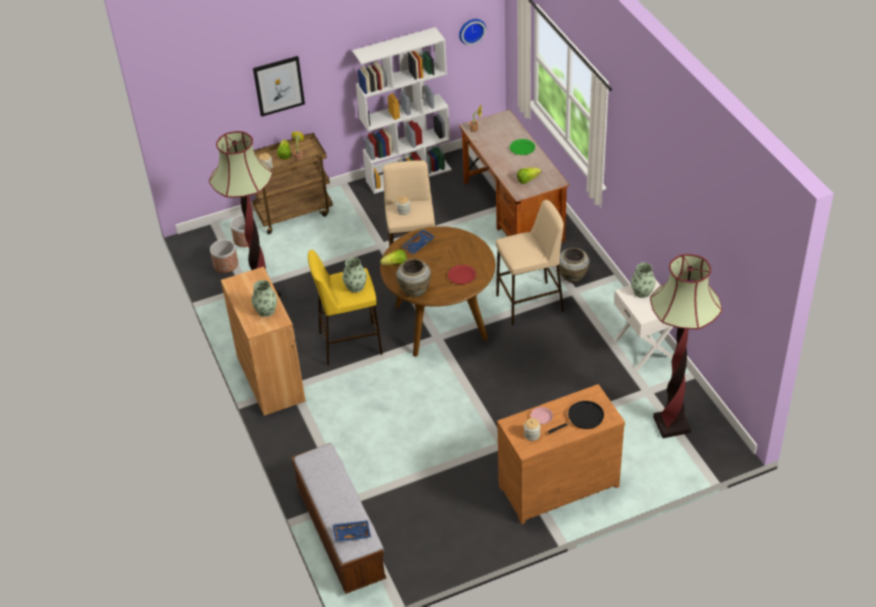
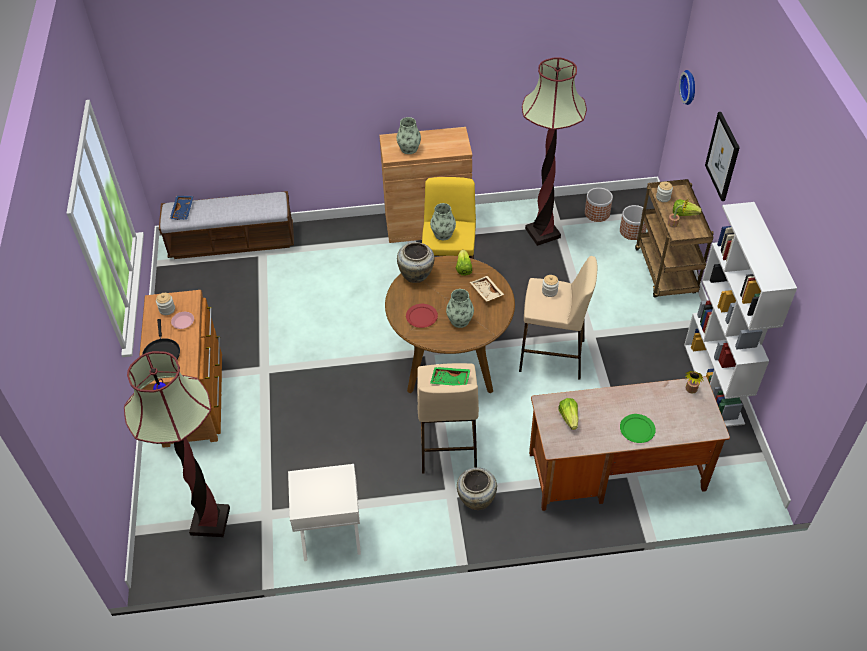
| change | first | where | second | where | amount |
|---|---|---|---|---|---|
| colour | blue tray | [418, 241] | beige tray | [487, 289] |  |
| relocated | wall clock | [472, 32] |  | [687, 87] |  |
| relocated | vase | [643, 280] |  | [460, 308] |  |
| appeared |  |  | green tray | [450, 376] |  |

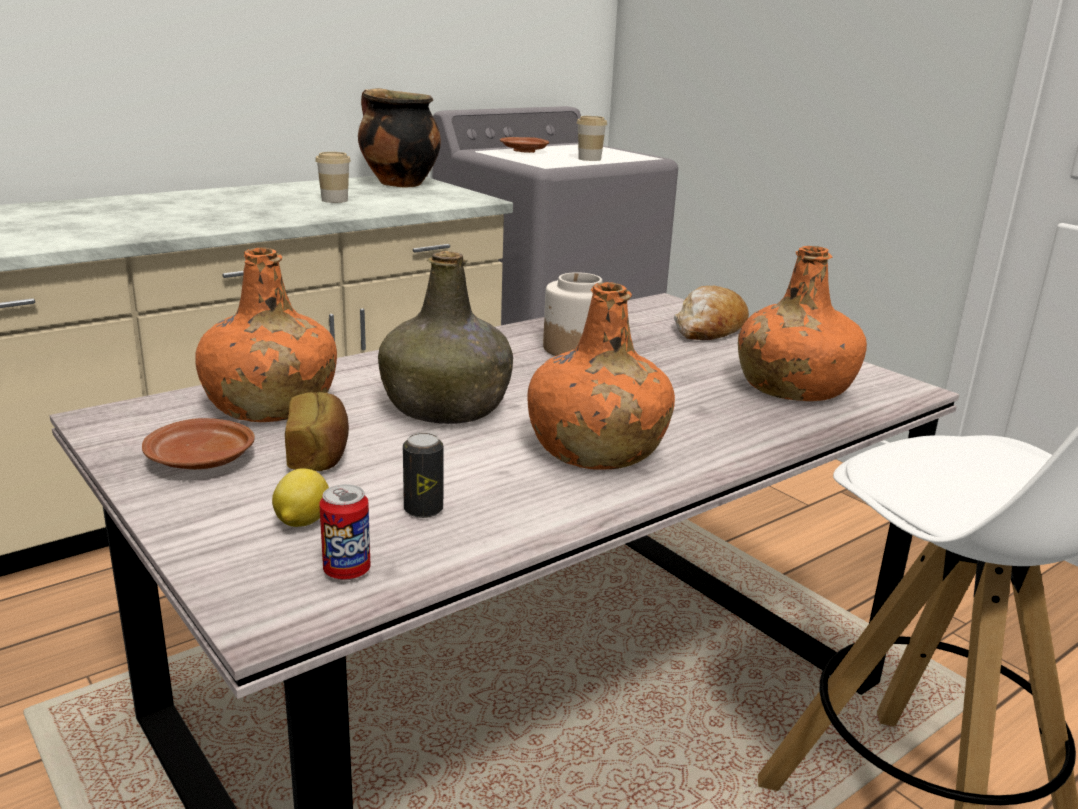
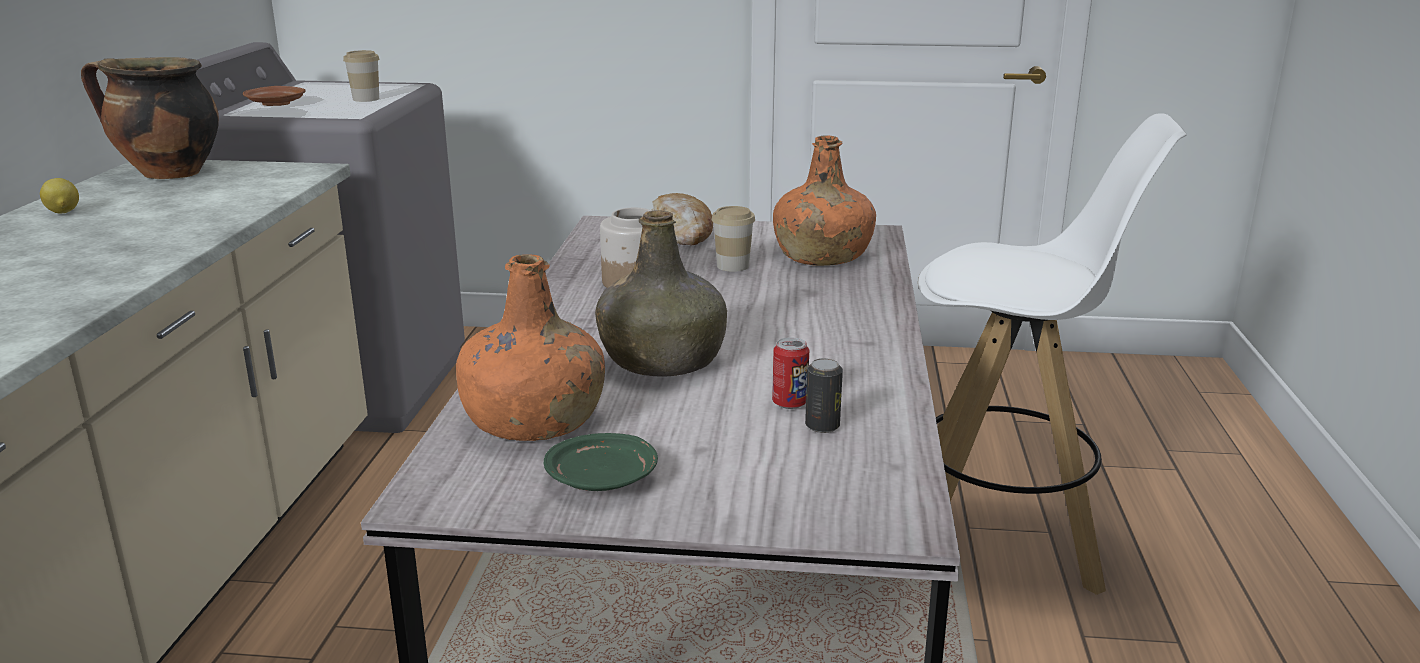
| change | first | where | second | where | amount |
|---|---|---|---|---|---|
| colour | brown plate | [198, 443] | green plate | [601, 462] |  |
| relocated | lemon | [300, 497] |  | [59, 196] |  |
| missing | bread | [317, 431] |  |  |  |
| relocated | cup | [333, 177] |  | [733, 239] |  |
| relocated | can | [345, 532] |  | [790, 373] |  |
| missing | orange bottle | [601, 376] |  |  |  |

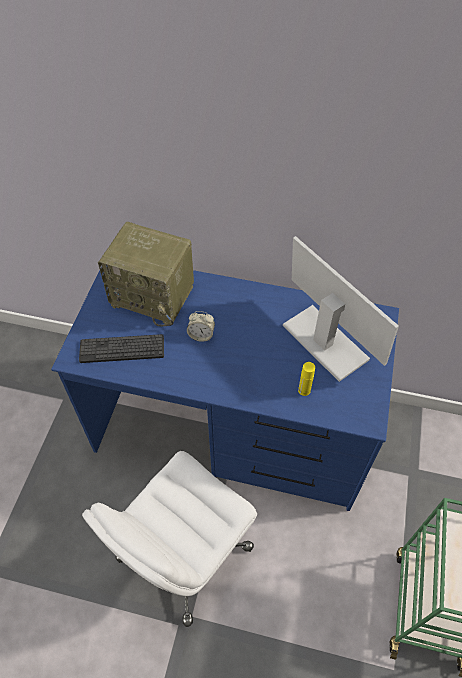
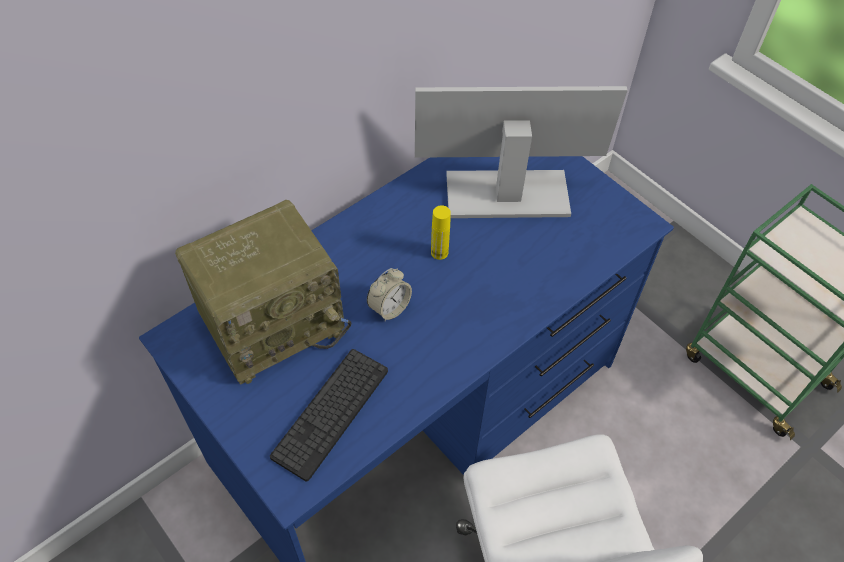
| change | first | where | second | where | amount |
|---|---|---|---|---|---|
| relocated | yellow bottle | [306, 379] |  | [441, 232] |  |

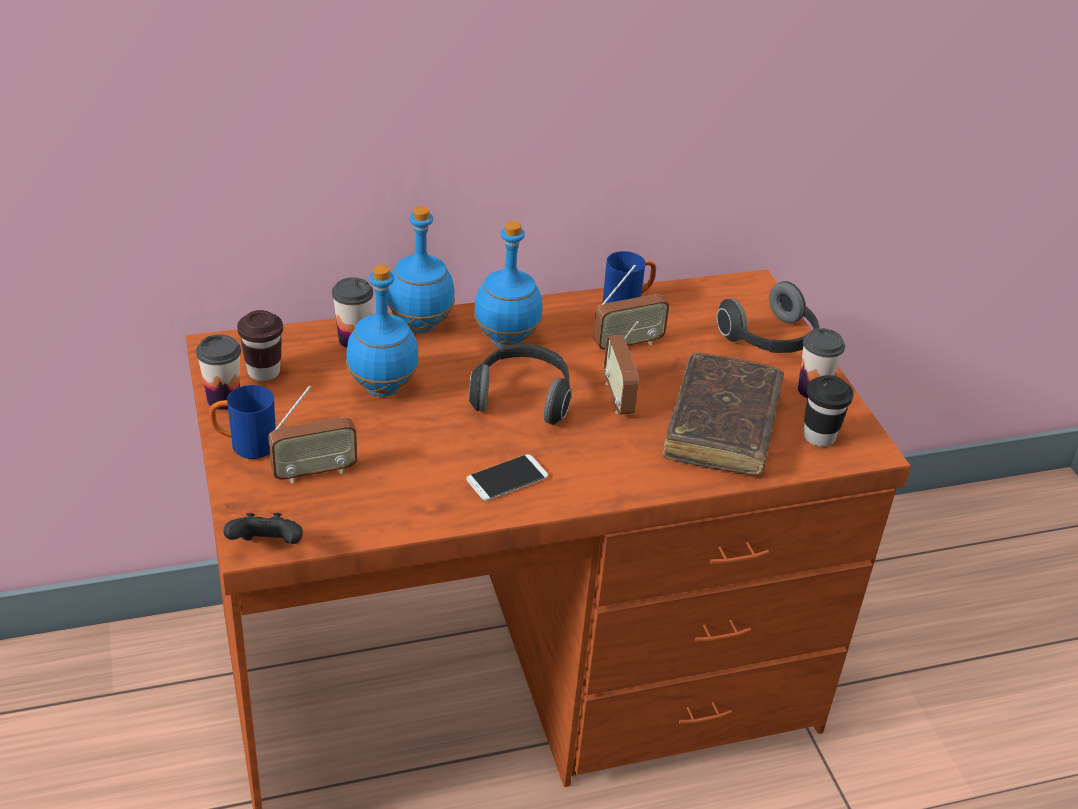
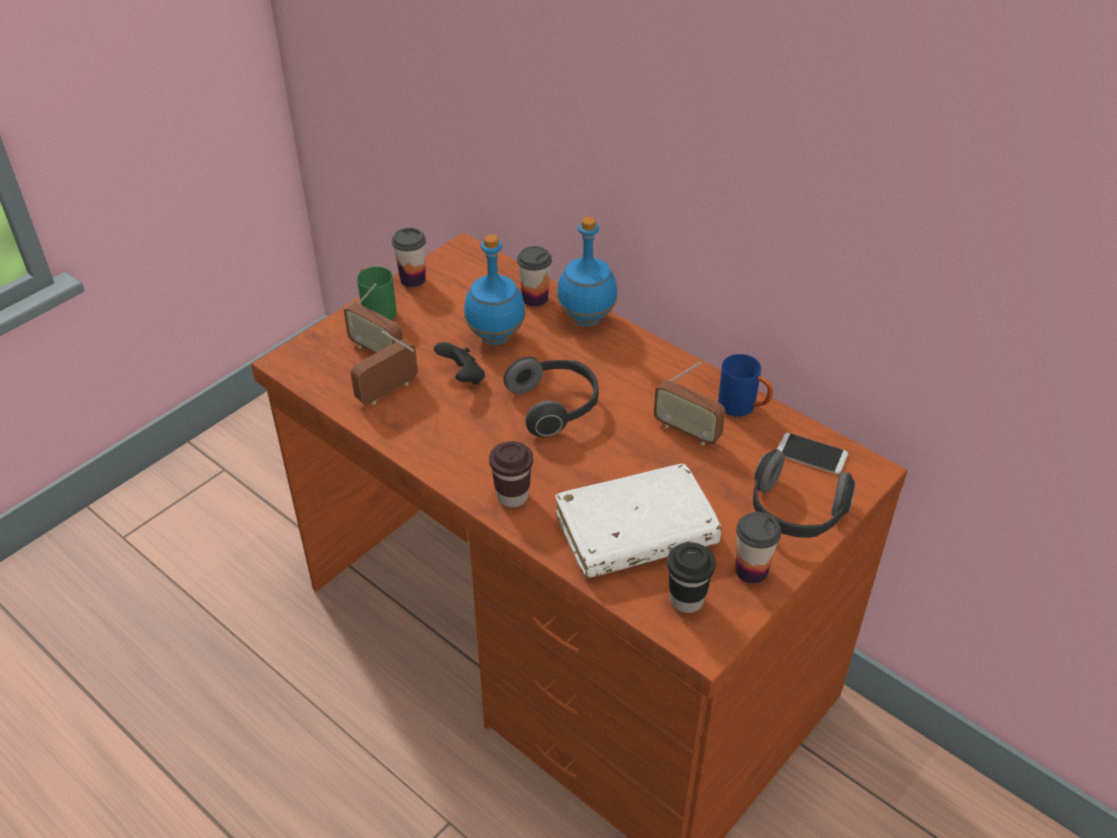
| change | first | where | second | where | amount |
|---|---|---|---|---|---|
| colour | blue mug | [242, 422] | green mug | [377, 293] |  |
| relocated | black game controller | [263, 528] |  | [459, 363] |  |
| relocated | brown cup | [260, 345] |  | [511, 474] |  |
| relocated | phone | [507, 477] |  | [812, 453] |  |
| missing | blue bottle | [508, 284] |  |  |  |
| relocated | radio | [621, 367] |  | [384, 368] |  |
| colour | brown book | [723, 413] | white book | [638, 521] |  |

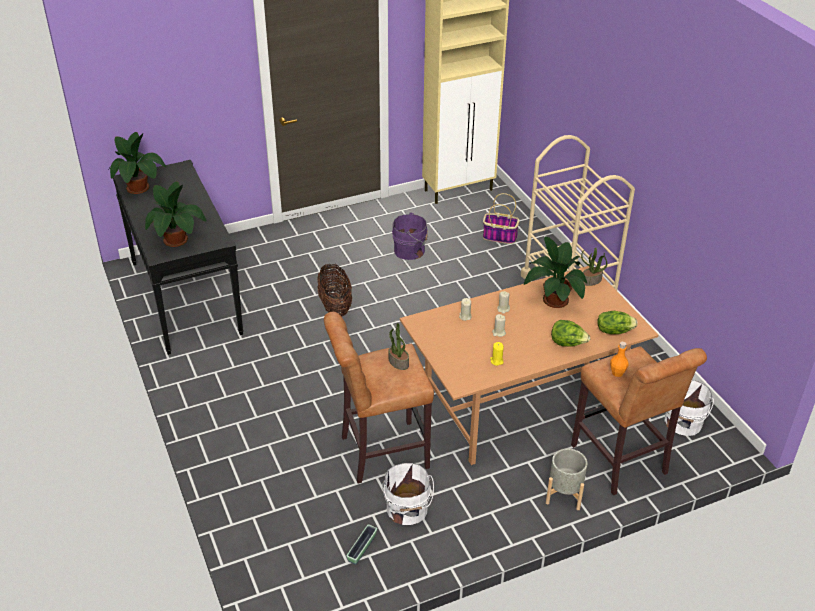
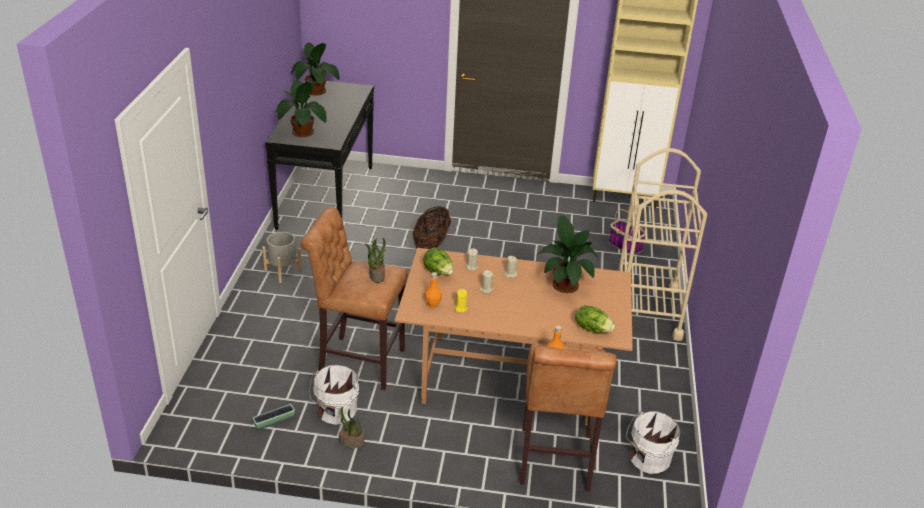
| change | first | where | second | where | amount |
|---|---|---|---|---|---|
| missing | purple bucket | [410, 236] |  |  |  |
| relocated | grey planter | [567, 479] |  | [282, 257] |  |
| relocated | lettuce | [570, 333] |  | [438, 261] |  |
| relocated | potted plant | [594, 267] |  | [351, 427] |  |
| appeared |  |  | orange bottle | [433, 290] |  |

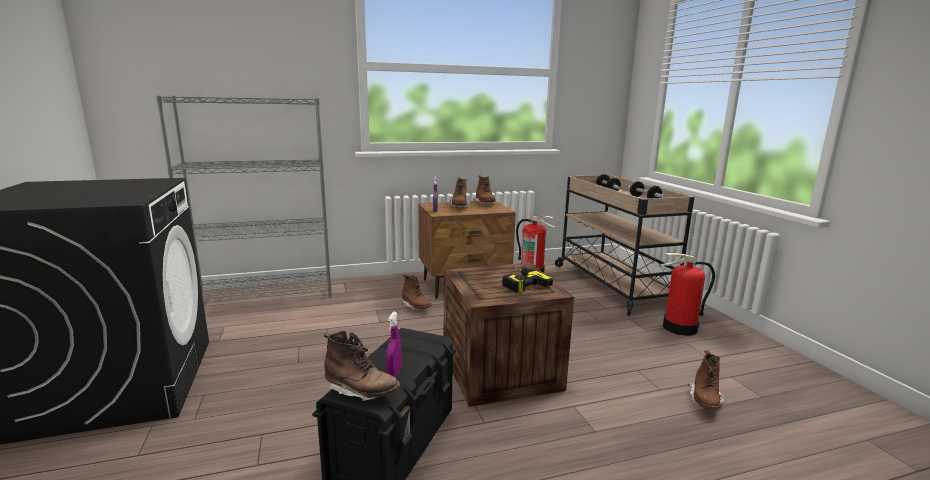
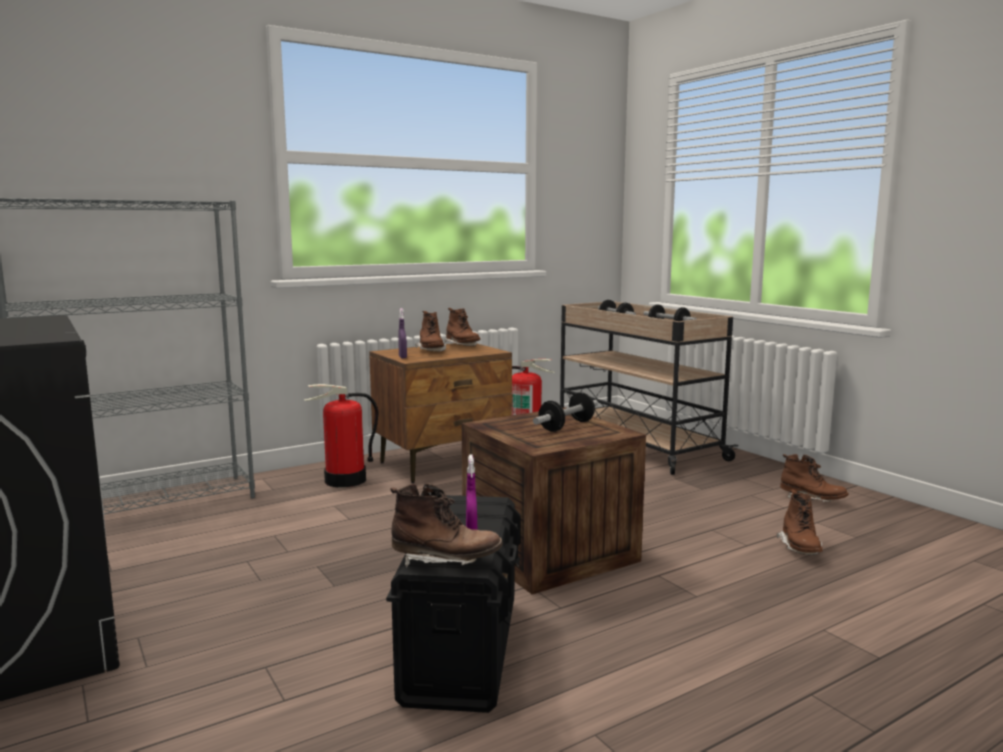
| change | first | where | second | where | amount |
|---|---|---|---|---|---|
| relocated | brown boot | [416, 292] |  | [814, 478] |  |
| exchanged | power drill | [527, 278] | dumbbell | [565, 412] |  |
| relocated | fire extinguisher | [688, 294] |  | [341, 436] |  |

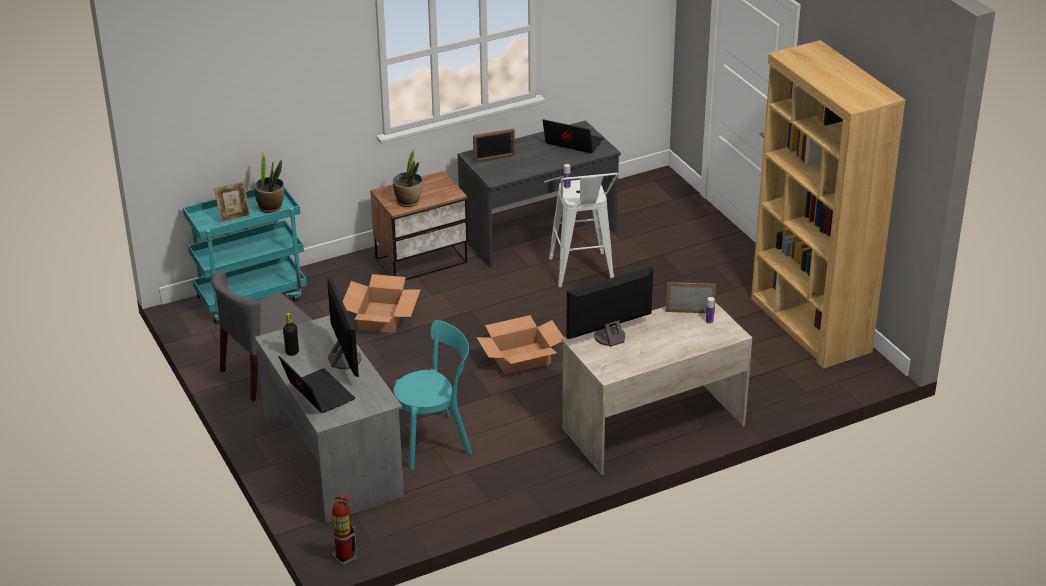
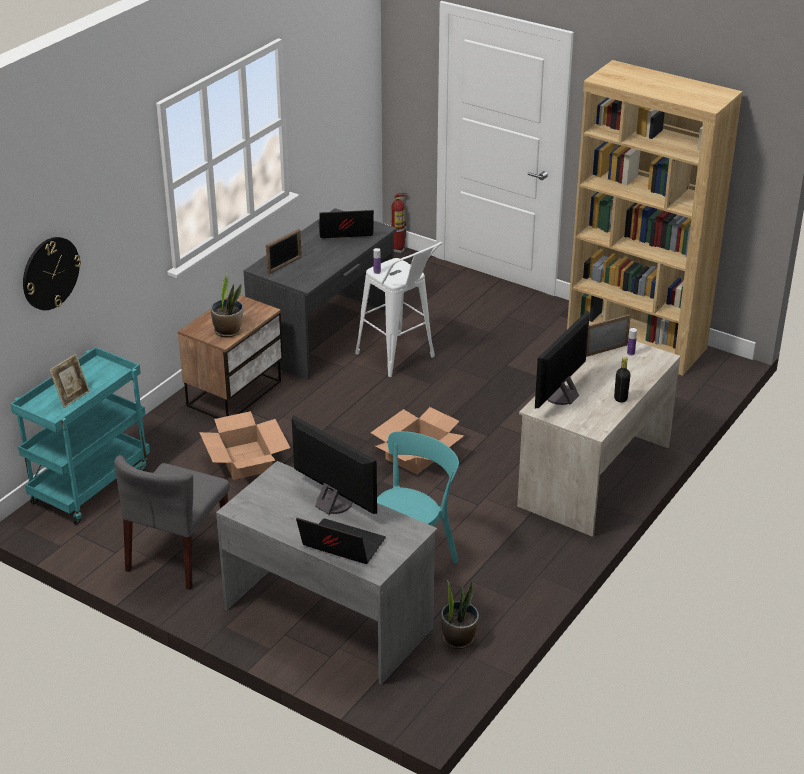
| change | first | where | second | where | amount |
|---|---|---|---|---|---|
| relocated | potted plant | [269, 183] |  | [460, 614] |  |
| relocated | black bottle | [291, 334] |  | [622, 380] |  |
| relocated | fire extinguisher | [344, 529] |  | [399, 223] |  |
| appeared |  |  | wall clock | [52, 273] |  |

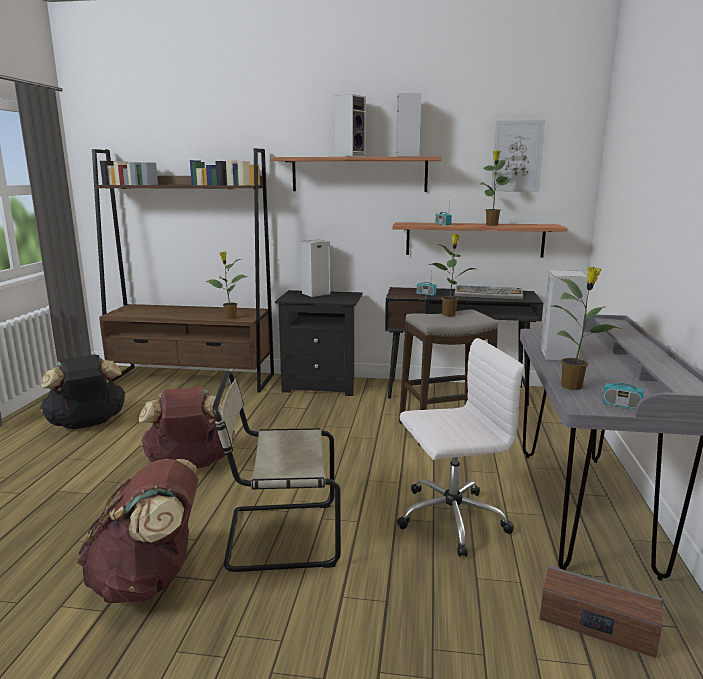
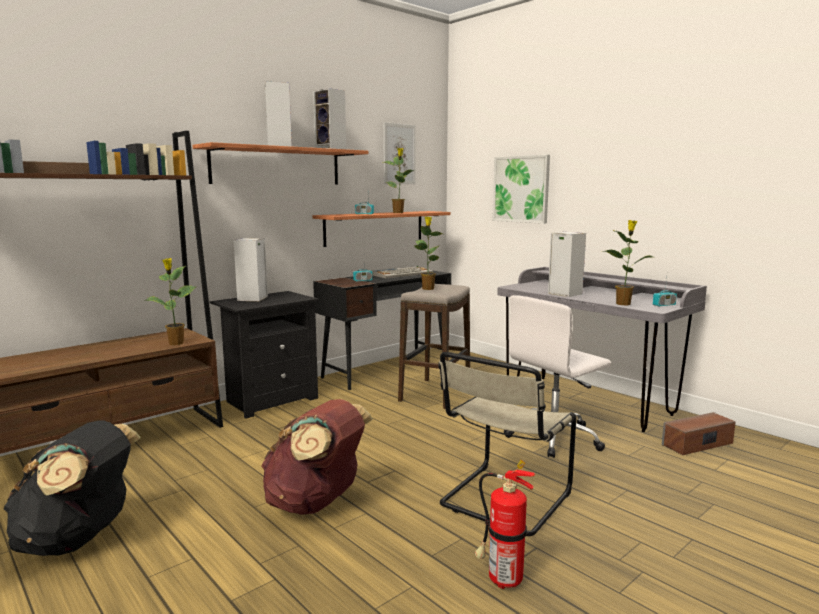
| change | first | where | second | where | amount |
|---|---|---|---|---|---|
| exchanged | brown backpack | [138, 531] | fire extinguisher | [505, 524] |  |
| spun | white office chair | [460, 447] |  | [557, 376] | 150 degrees counterclockwise |
| appeared |  |  | picture | [521, 189] |  |

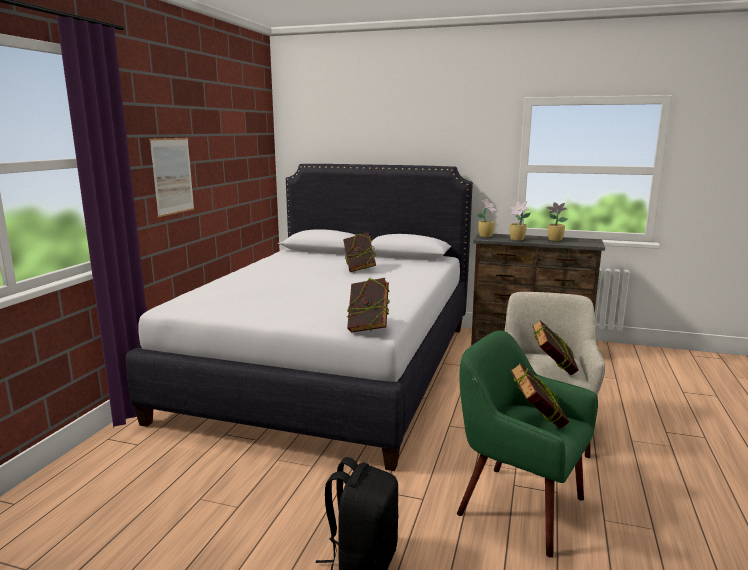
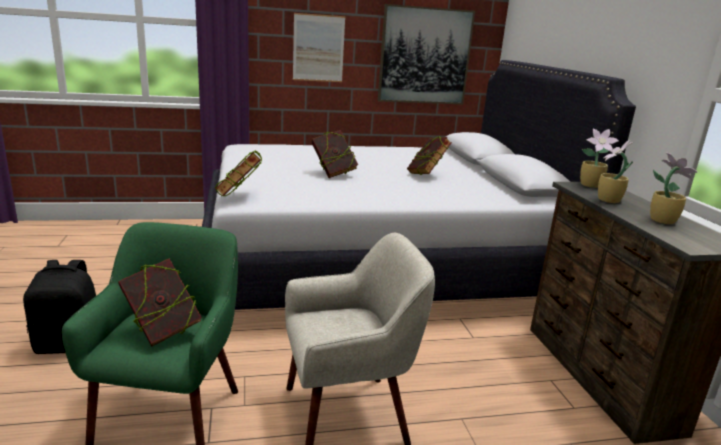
| change | first | where | second | where | amount |
|---|---|---|---|---|---|
| relocated | book | [555, 348] |  | [334, 154] |  |
| appeared |  |  | picture | [426, 54] |  |

